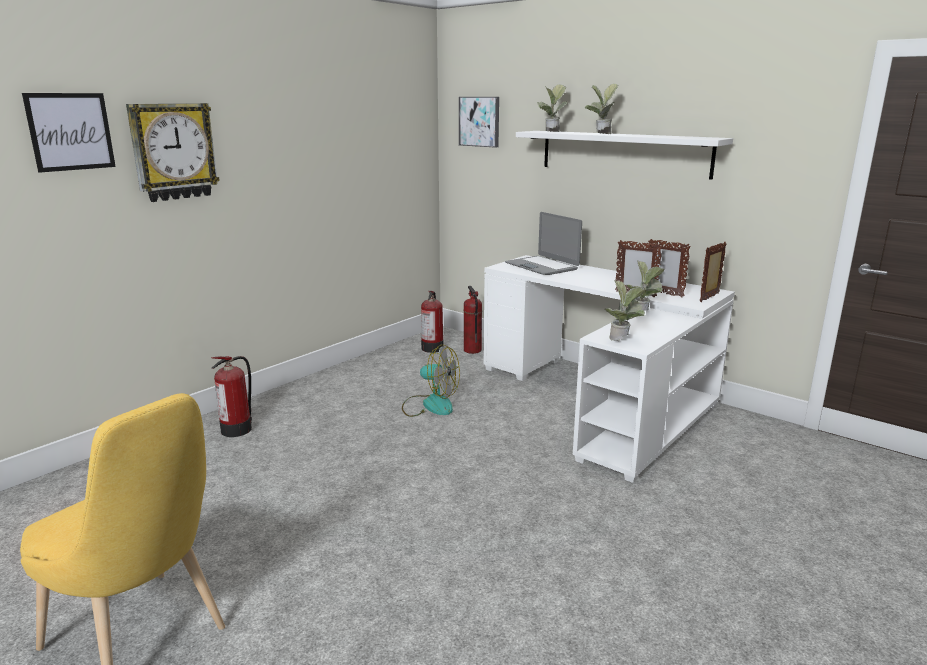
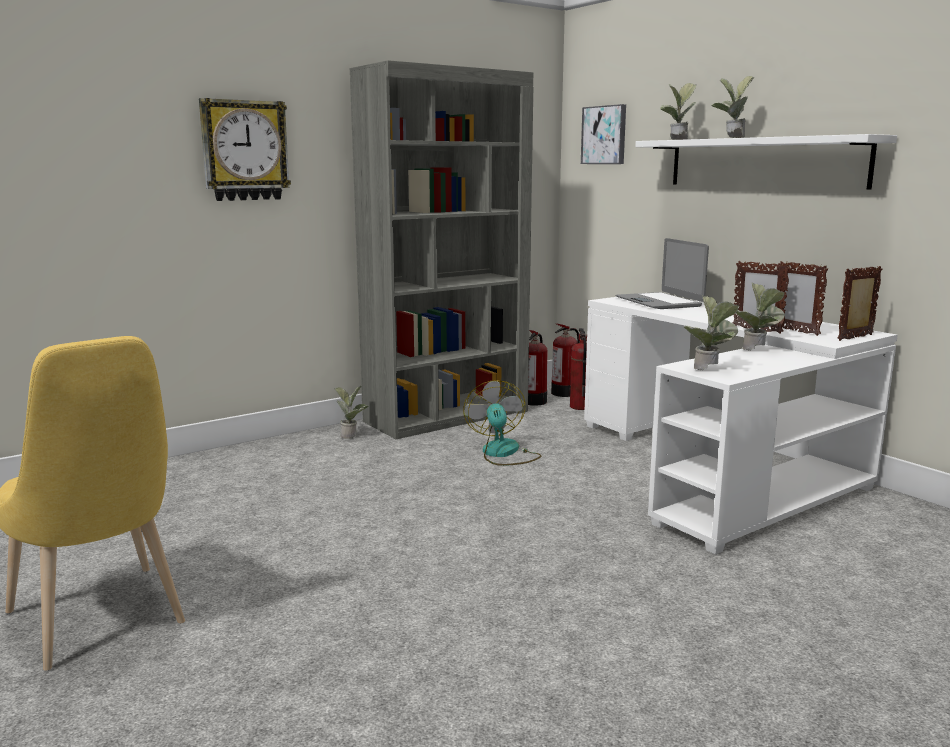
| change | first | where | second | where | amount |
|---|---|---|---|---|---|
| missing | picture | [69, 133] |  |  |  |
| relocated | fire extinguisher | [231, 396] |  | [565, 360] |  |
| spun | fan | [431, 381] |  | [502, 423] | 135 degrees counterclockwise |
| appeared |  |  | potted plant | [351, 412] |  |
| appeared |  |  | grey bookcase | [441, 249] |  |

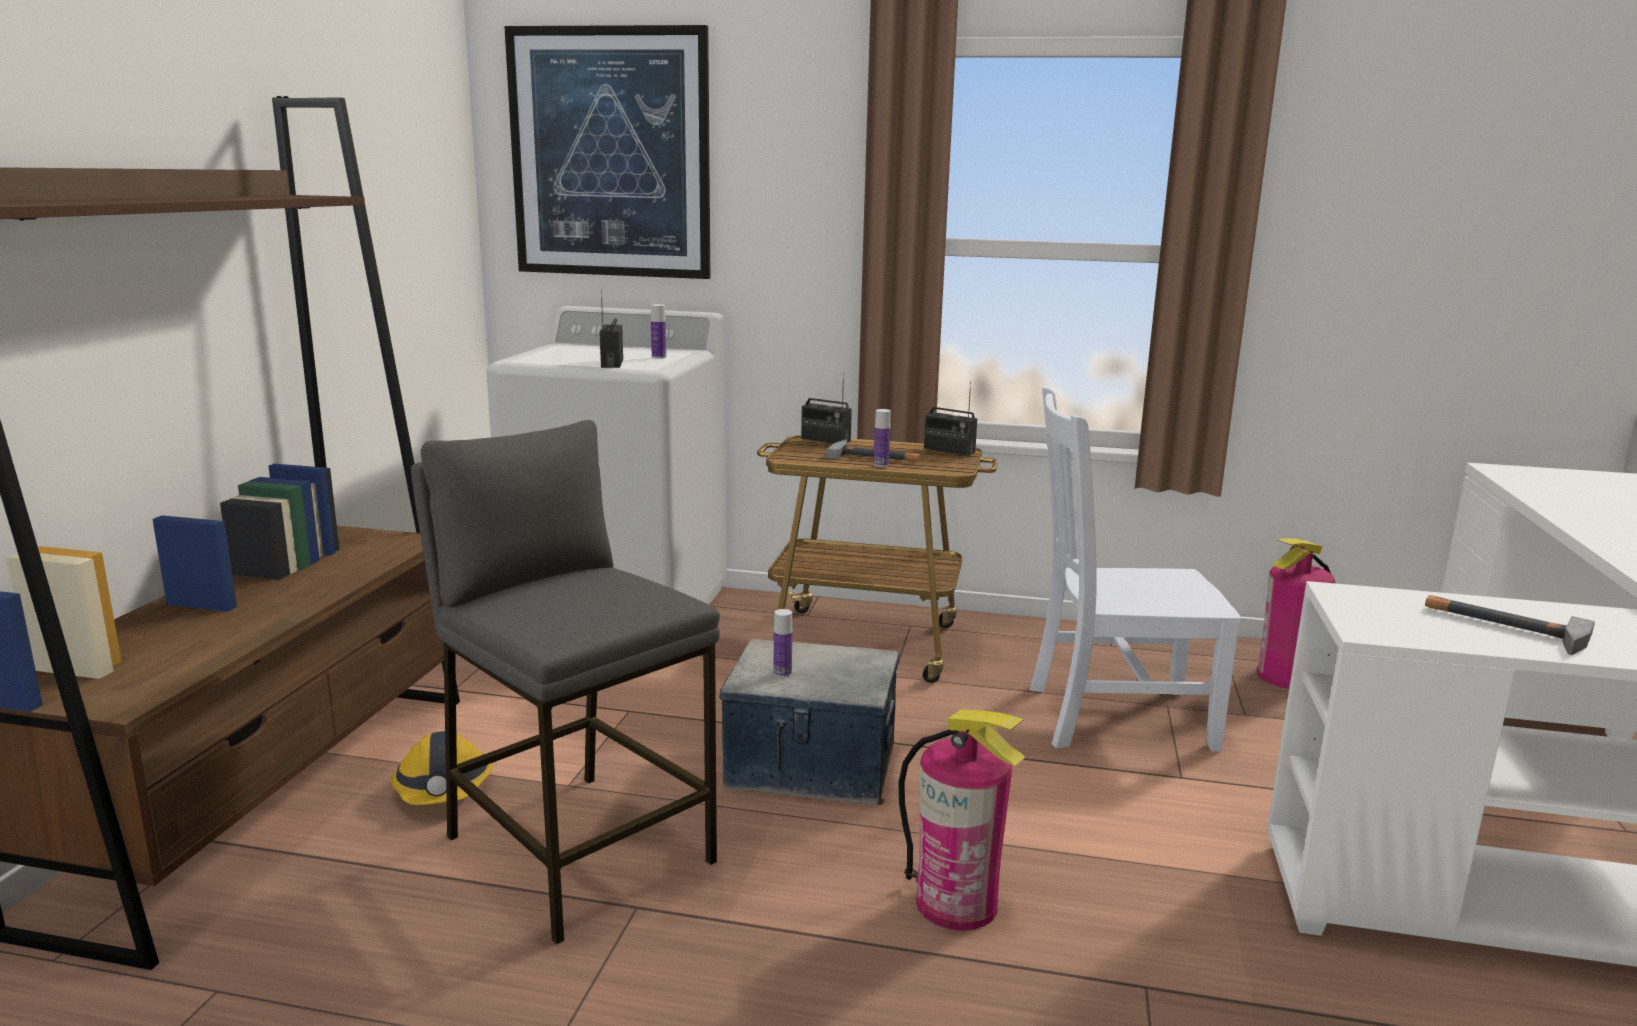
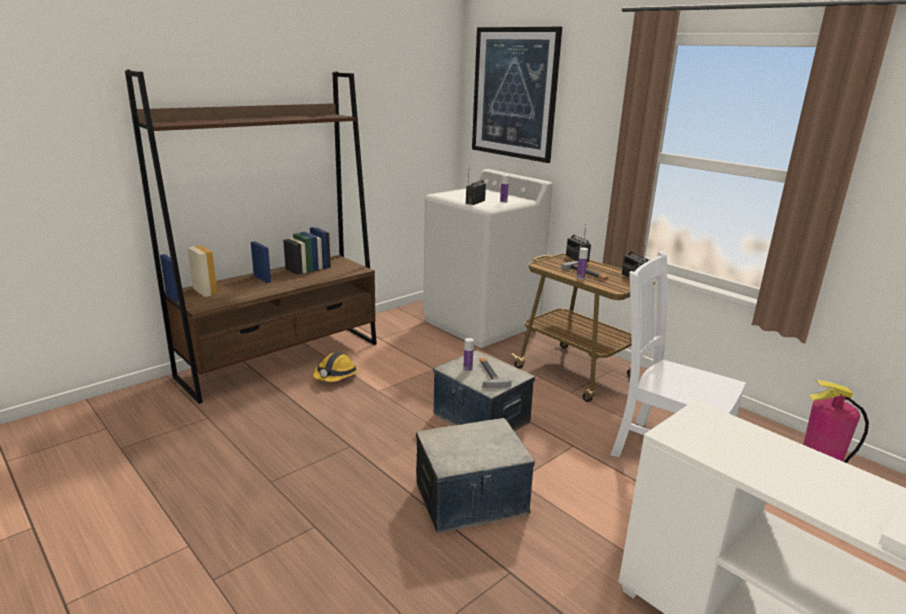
| change | first | where | second | where | amount |
|---|---|---|---|---|---|
| missing | grey stool | [565, 682] |  |  |  |
| exchanged | fire extinguisher | [961, 820] | storage box | [475, 475] |  |
| relocated | hammer | [1510, 625] |  | [496, 373] |  |

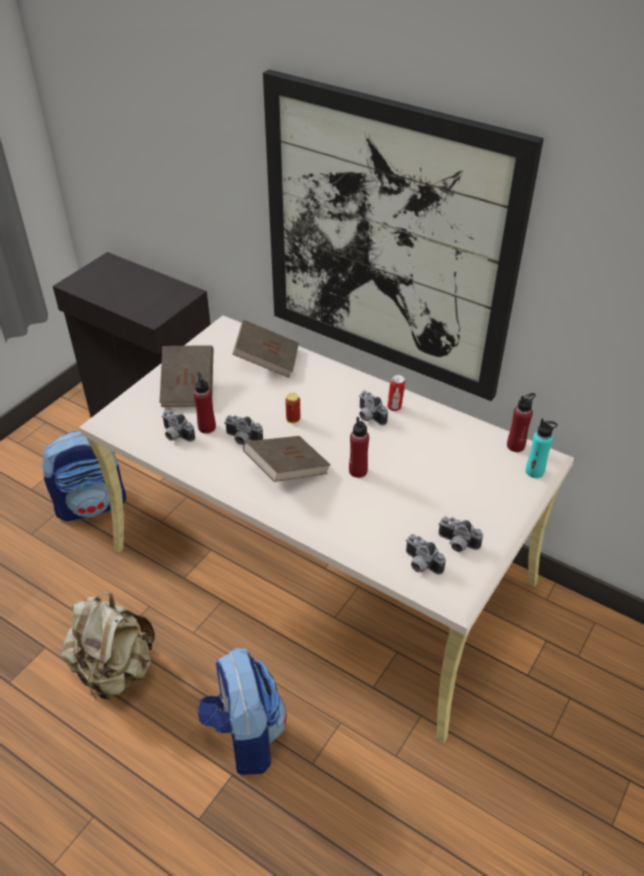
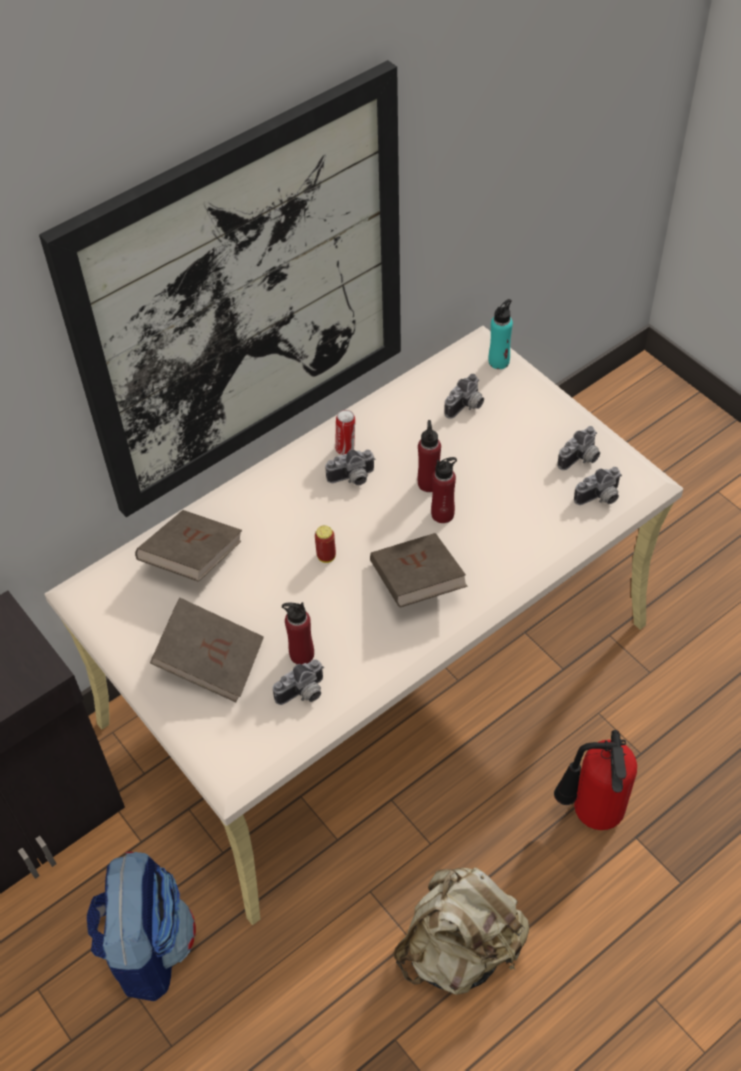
| change | first | where | second | where | amount |
|---|---|---|---|---|---|
| exchanged | backpack | [242, 711] | fire extinguisher | [595, 780] |  |
| relocated | photo camera | [243, 430] |  | [464, 396] |  |
| relocated | red bottle | [521, 422] |  | [429, 456] |  |

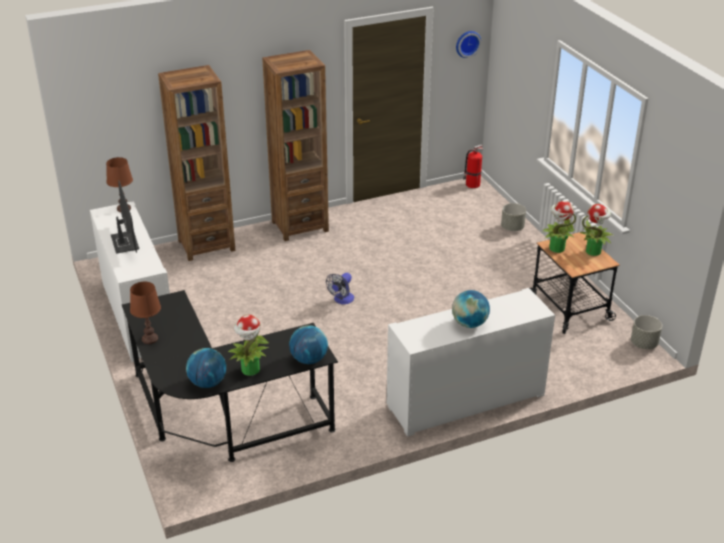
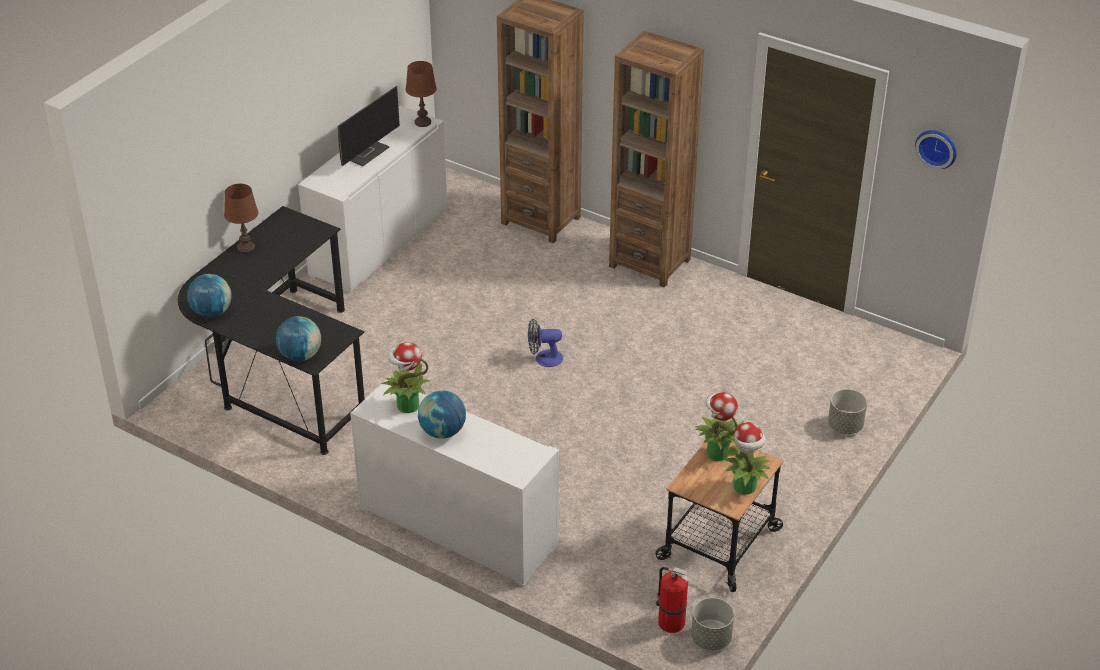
| change | first | where | second | where | amount |
|---|---|---|---|---|---|
| relocated | potted plant | [248, 345] |  | [405, 377] |  |
| relocated | fire extinguisher | [473, 166] |  | [673, 600] |  |

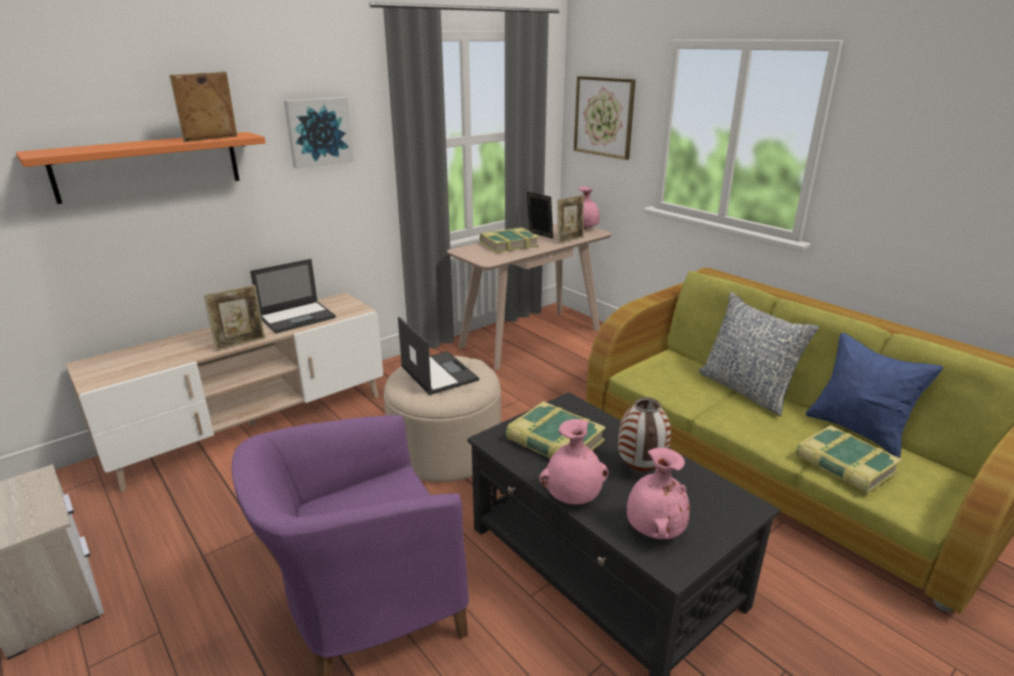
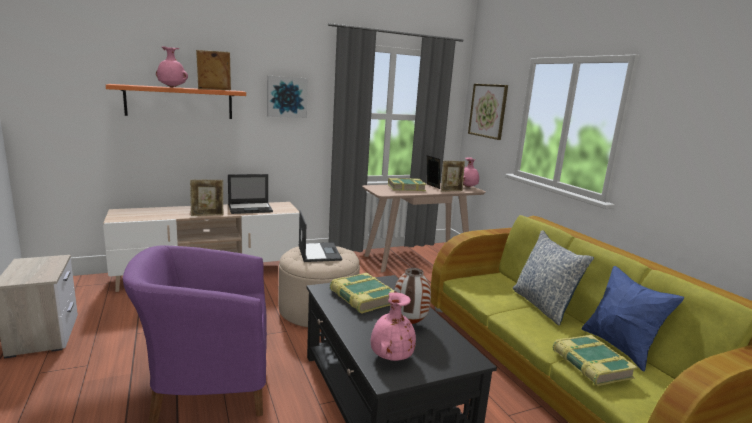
| change | first | where | second | where | amount |
|---|---|---|---|---|---|
| relocated | pink vase | [574, 462] |  | [172, 67] |  |

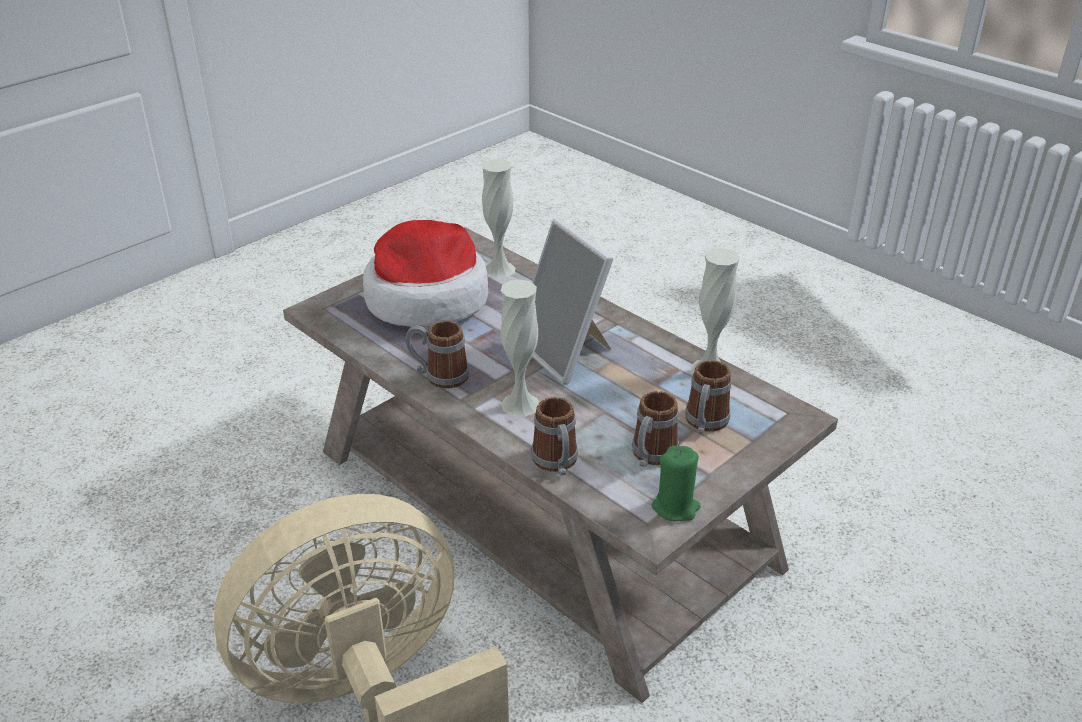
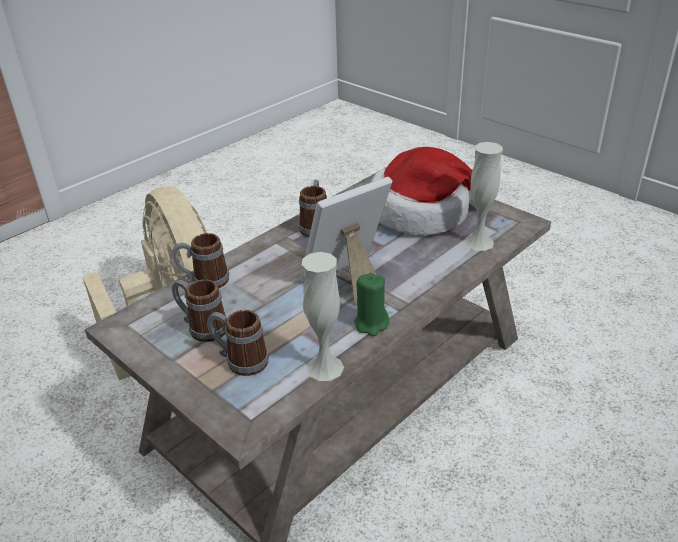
| change | first | where | second | where | amount |
|---|---|---|---|---|---|
| missing | white vase | [519, 348] |  |  |  |
| relocated | green candle | [676, 484] |  | [371, 304] |  |

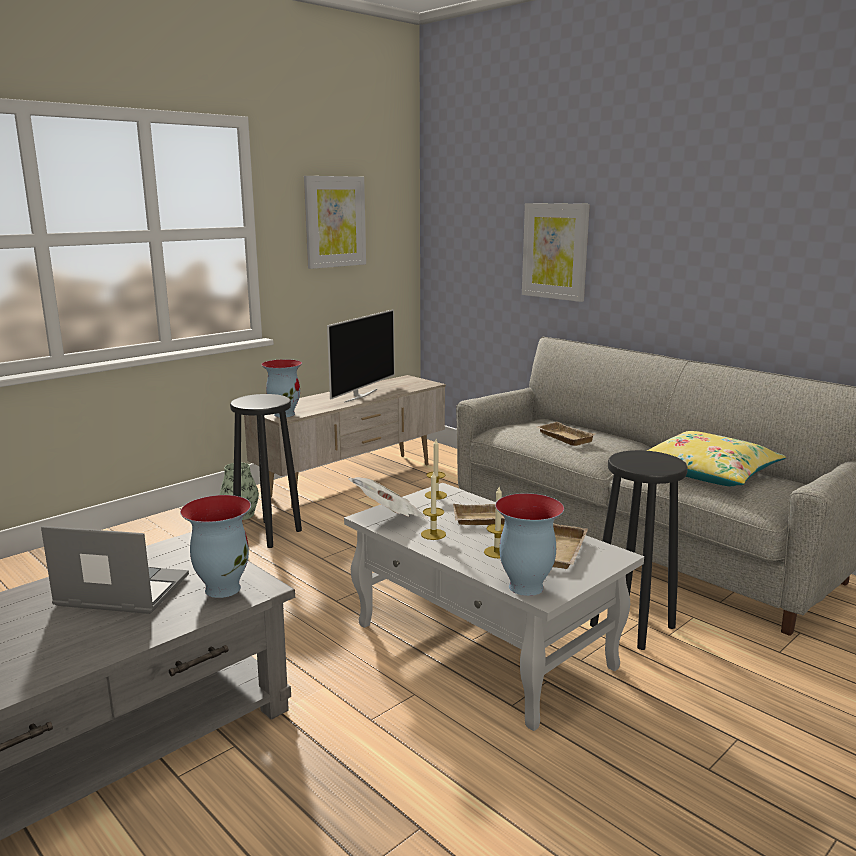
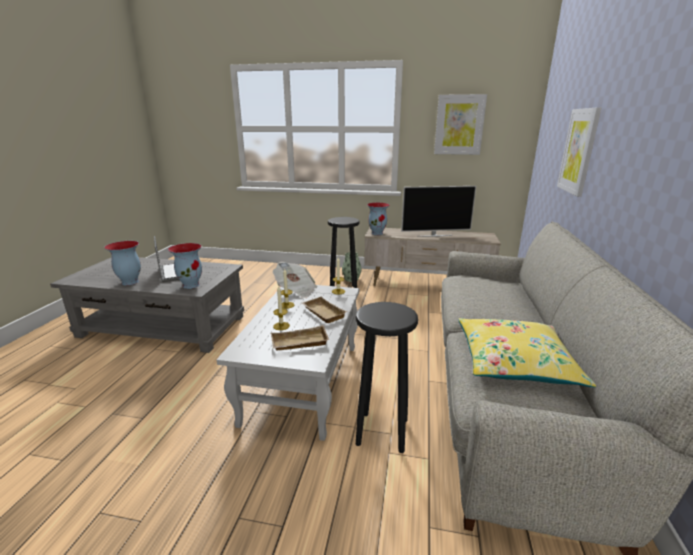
| change | first | where | second | where | amount |
|---|---|---|---|---|---|
| relocated | vase | [529, 544] |  | [122, 263] |  |
| missing | beige tray | [565, 434] |  |  |  |

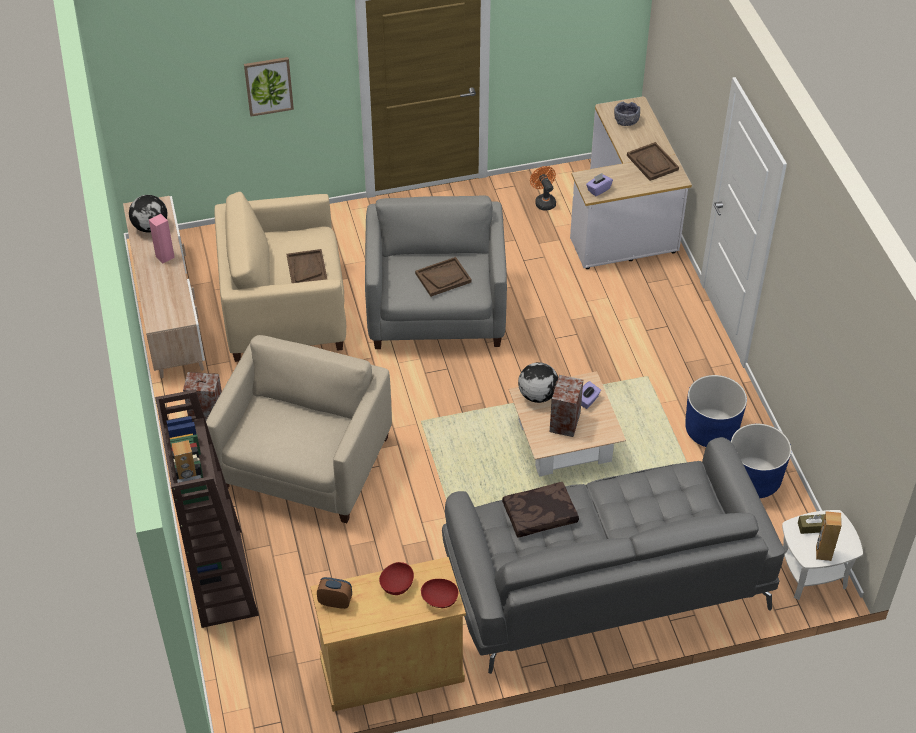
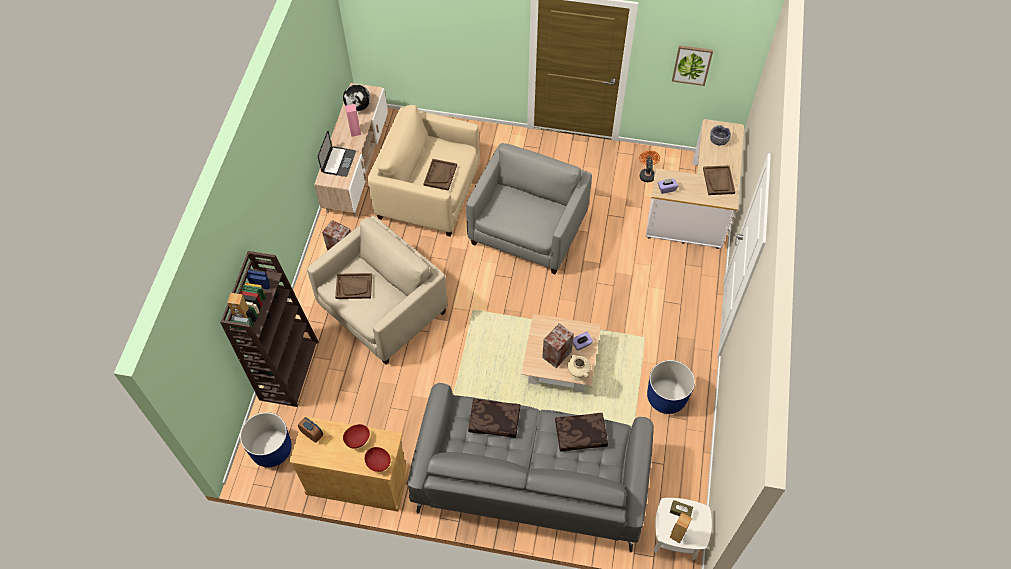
| change | first | where | second | where | amount |
|---|---|---|---|---|---|
| relocated | picture | [269, 87] |  | [692, 65] |  |
| relocated | brown tray | [443, 277] |  | [353, 286] |  |
| missing | globe | [538, 382] |  |  |  |
| relocated | blue planter | [761, 461] |  | [266, 439] |  |
| appeared |  |  | laptop | [337, 154] |  |
| appeared |  |  | brown pillow | [581, 432] |  |
| appeared |  |  | beige vase | [579, 368] |  |

